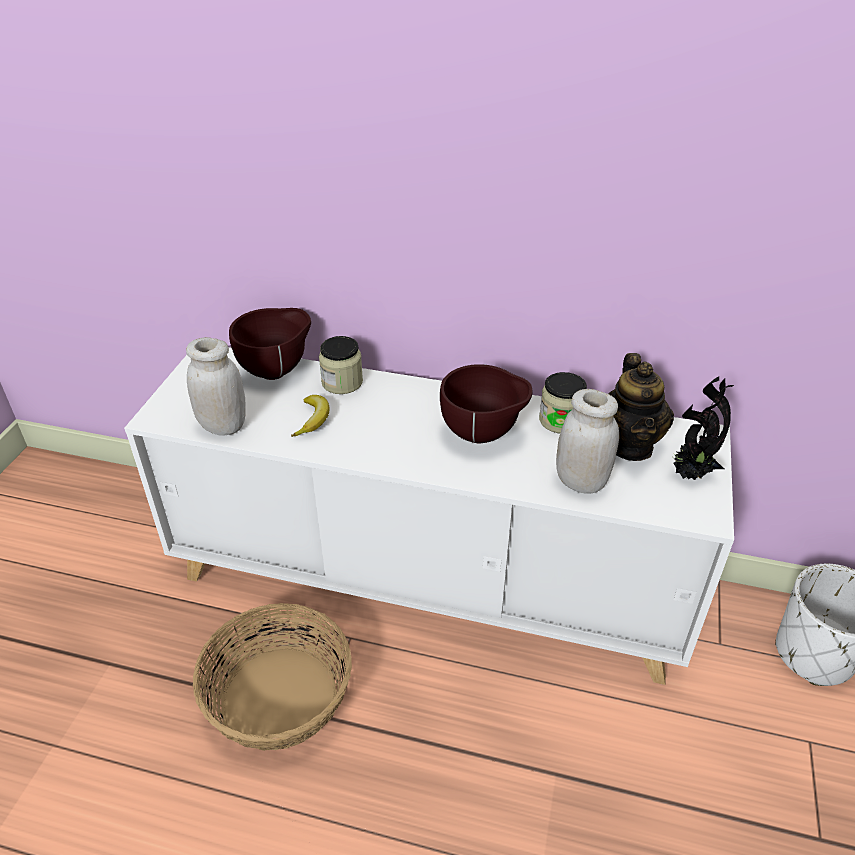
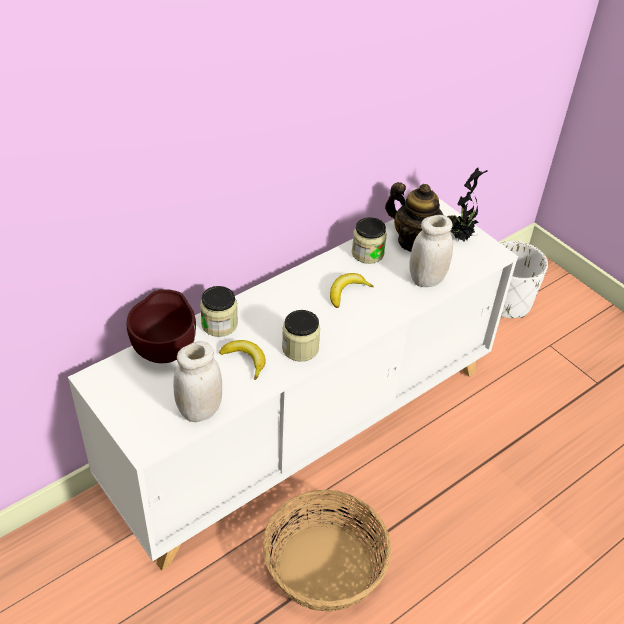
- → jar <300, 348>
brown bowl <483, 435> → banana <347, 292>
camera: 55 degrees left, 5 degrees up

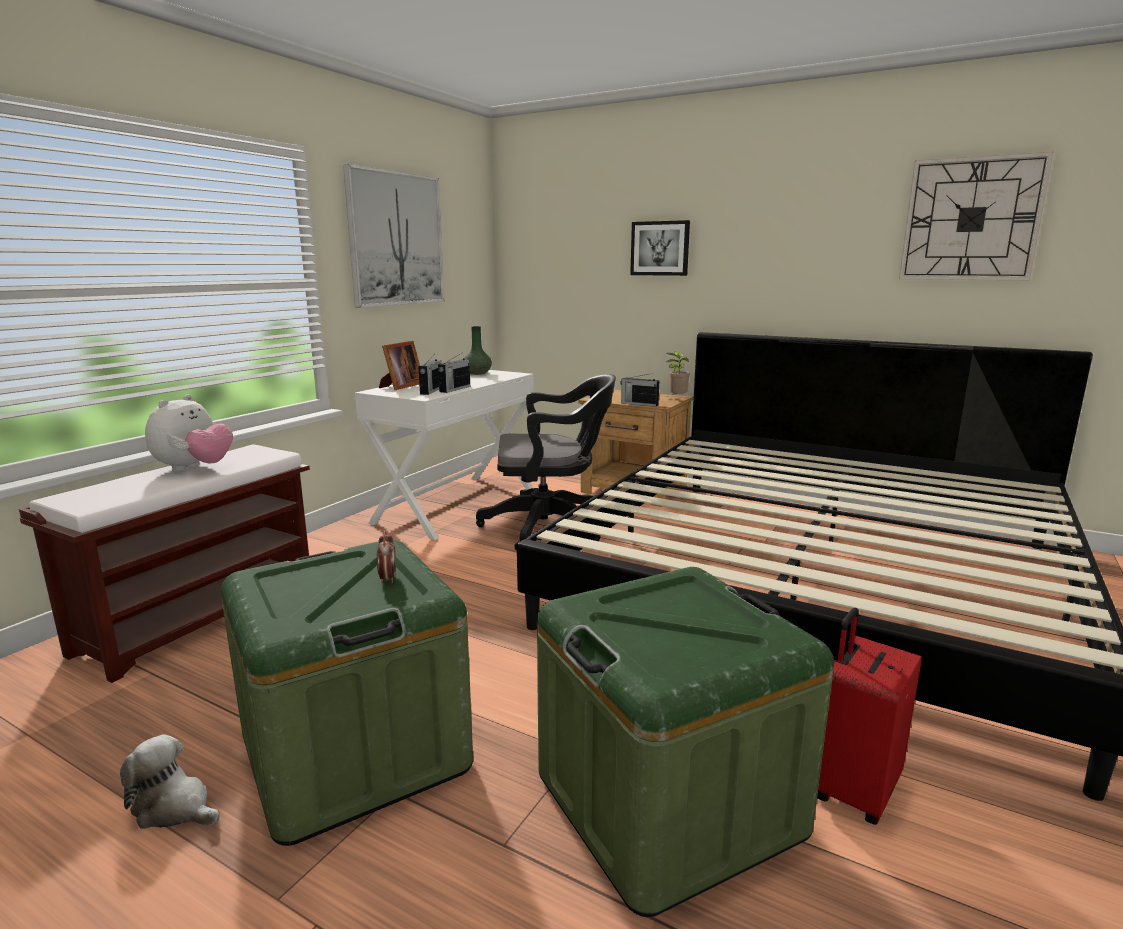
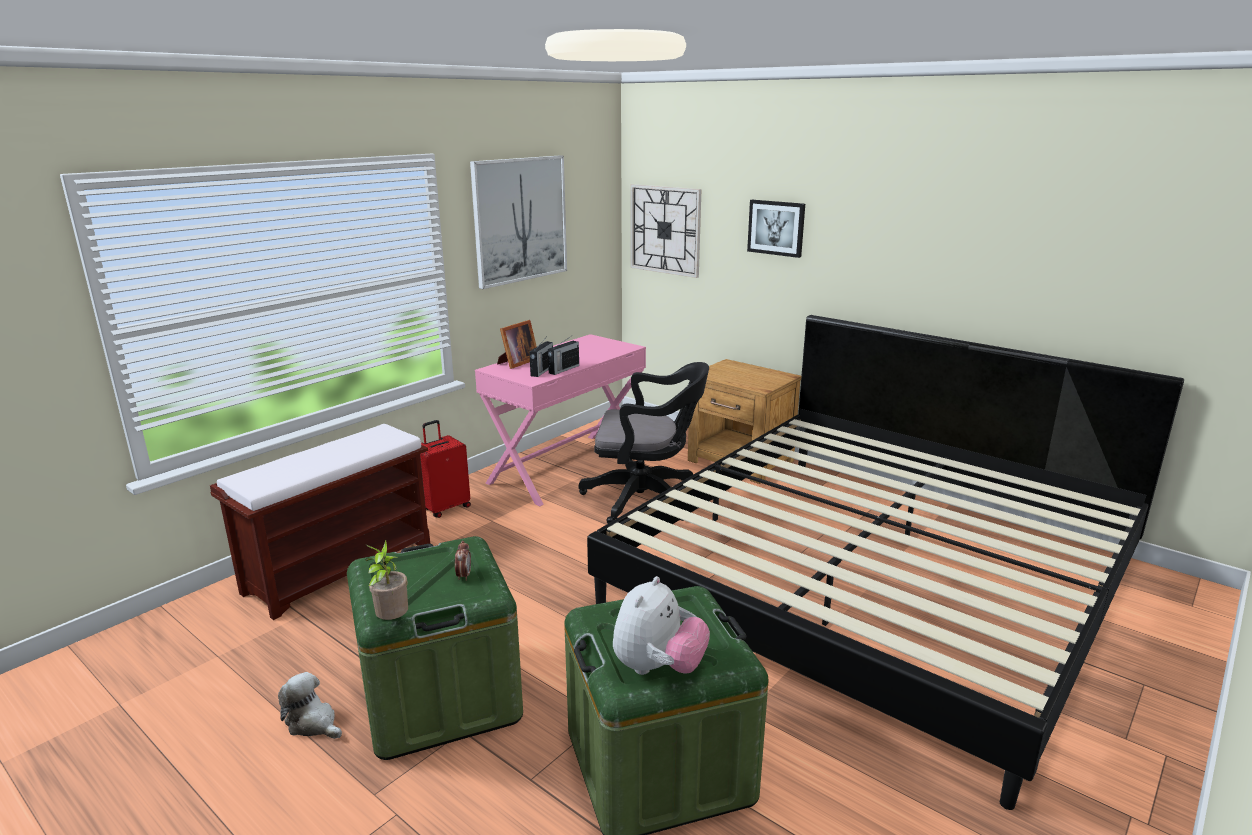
green vase <478, 373> → -
radio <638, 404> → -
plush toy <194, 469> → plush toy <658, 668>, shifted
potted plant <676, 399> → potted plant <391, 621>, shifted
red suitcase <853, 790> → red suitcase <445, 508>, shifted
wall clock <971, 219> → wall clock <665, 230>, shifted
white desk <455, 505> → pink desk <567, 467>
camera: 10 degrees right, 5 degrees up

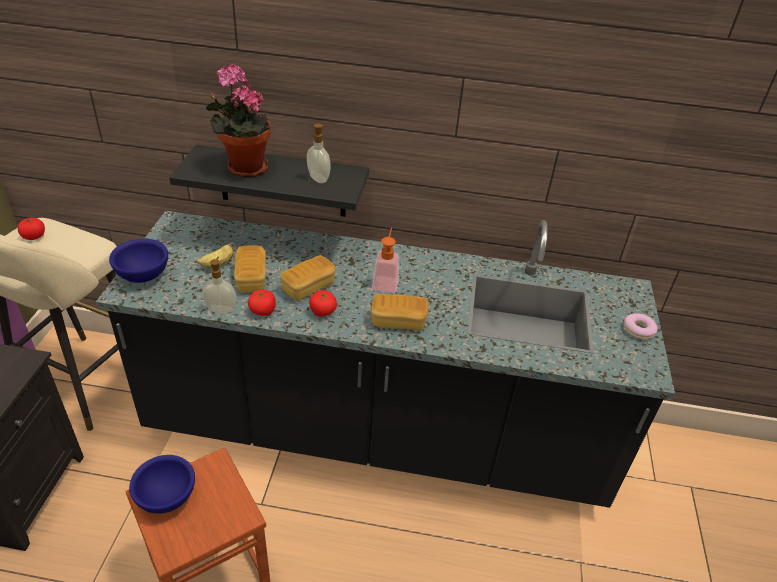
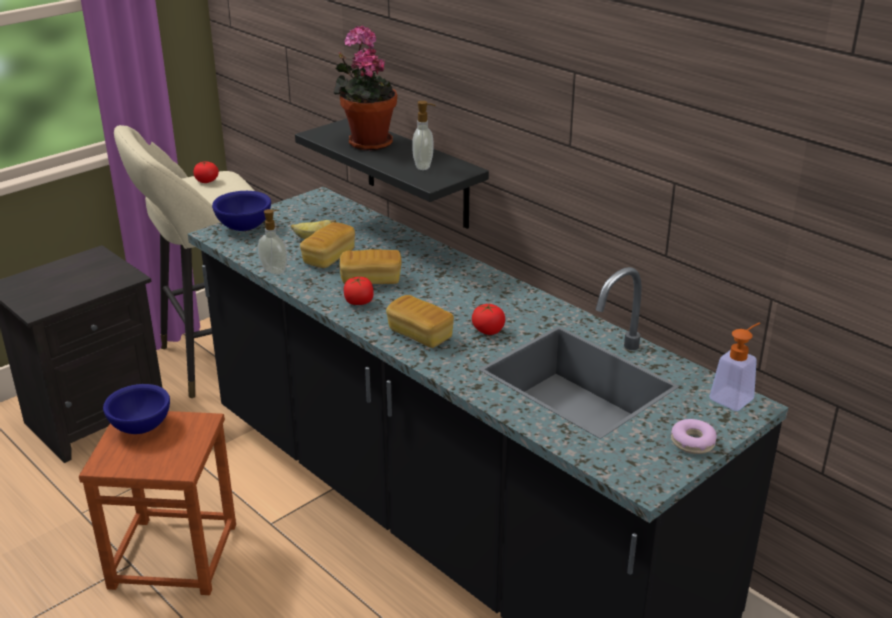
tomato <263, 311> → tomato <488, 330>, shifted
soap dispenser <386, 281> → soap dispenser <735, 396>, shifted
camera: 40 degrees right, 10 degrees down

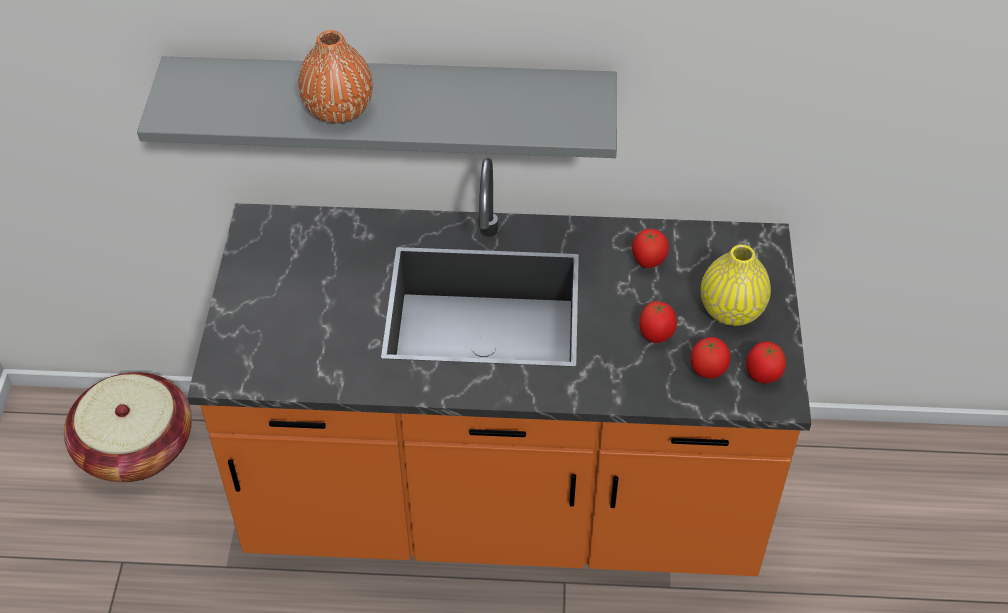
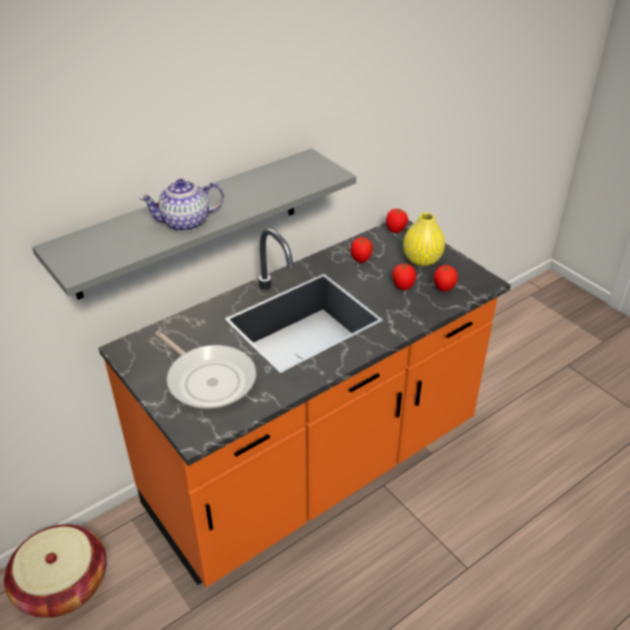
- → frying pan <209, 379>
tomato <762, 376> → tomato <395, 231>, shifted
orange vase <338, 110> → teapot <186, 222>
camera: 40 degrees left, 10 degrees down

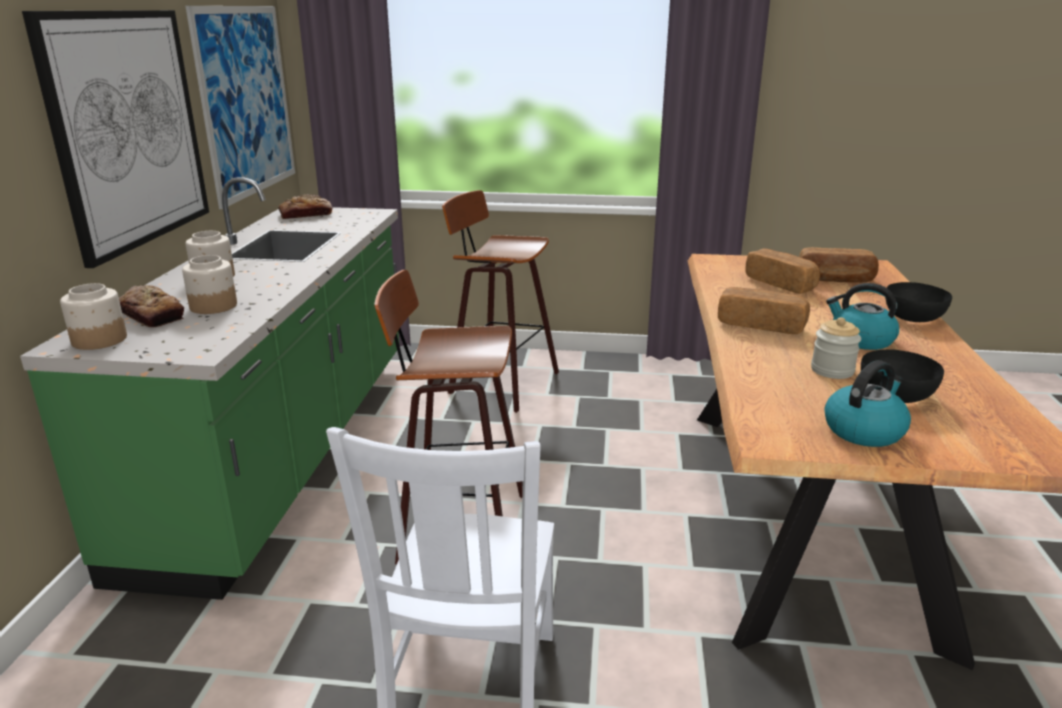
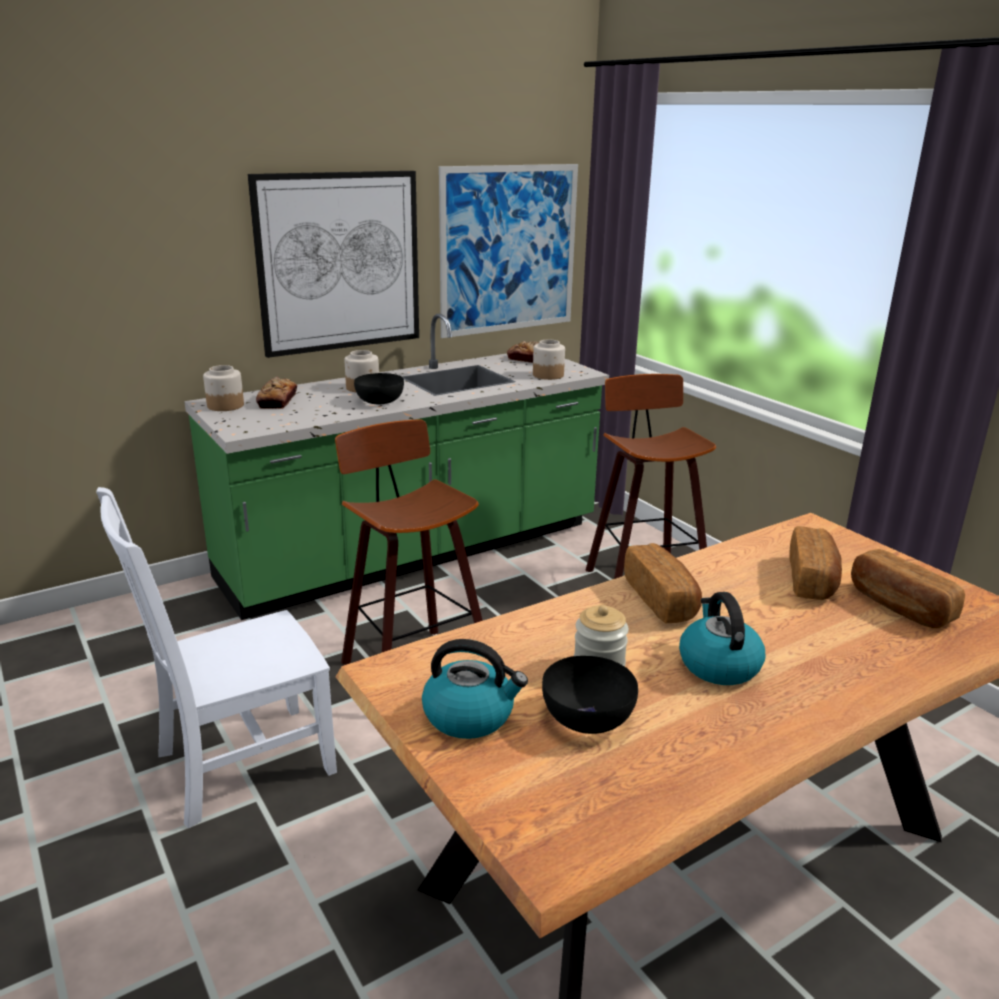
jar <213, 306> → jar <547, 375>, shifted
black bowl <914, 317> → black bowl <380, 401>, shifted
camera: 50 degrees right, 0 degrees up

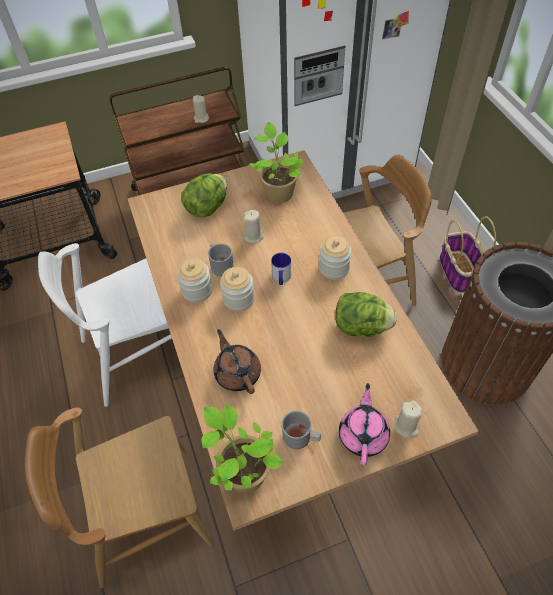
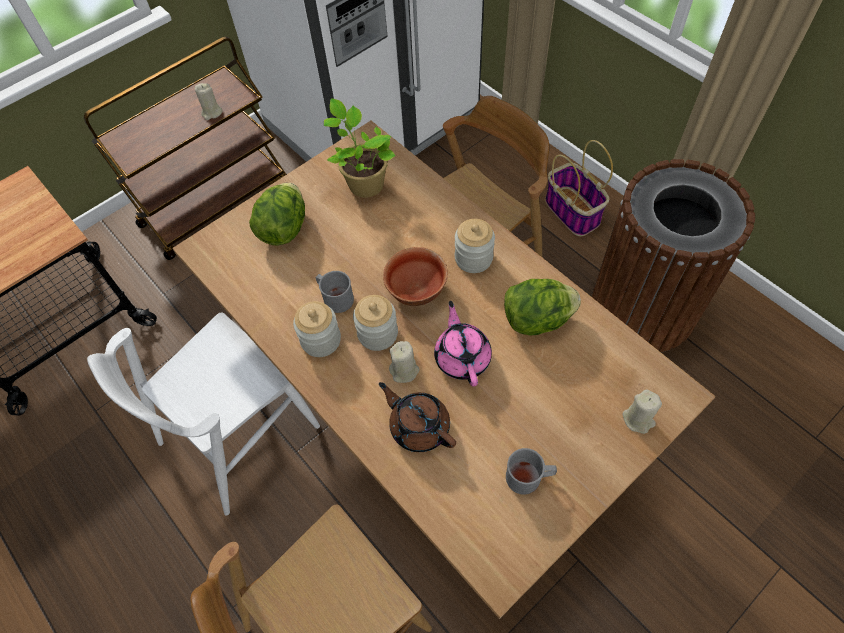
potted plant <243, 472> → -
beige candle <253, 236> → beige candle <404, 370>, shifted
pink teapot <363, 434> → pink teapot <462, 357>, shifted
mug <281, 278> → bowl <417, 291>
camera: 20 degrees left, 5 degrees up

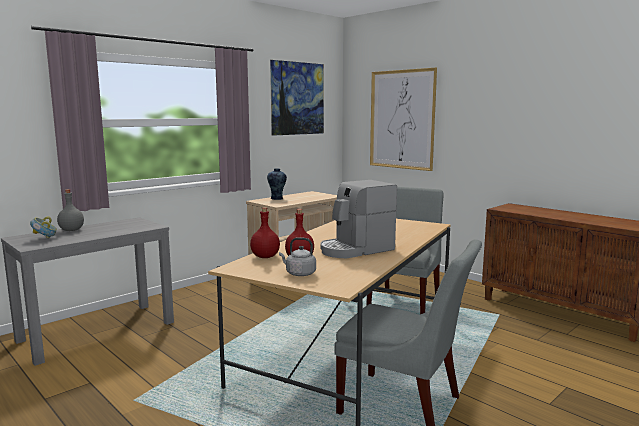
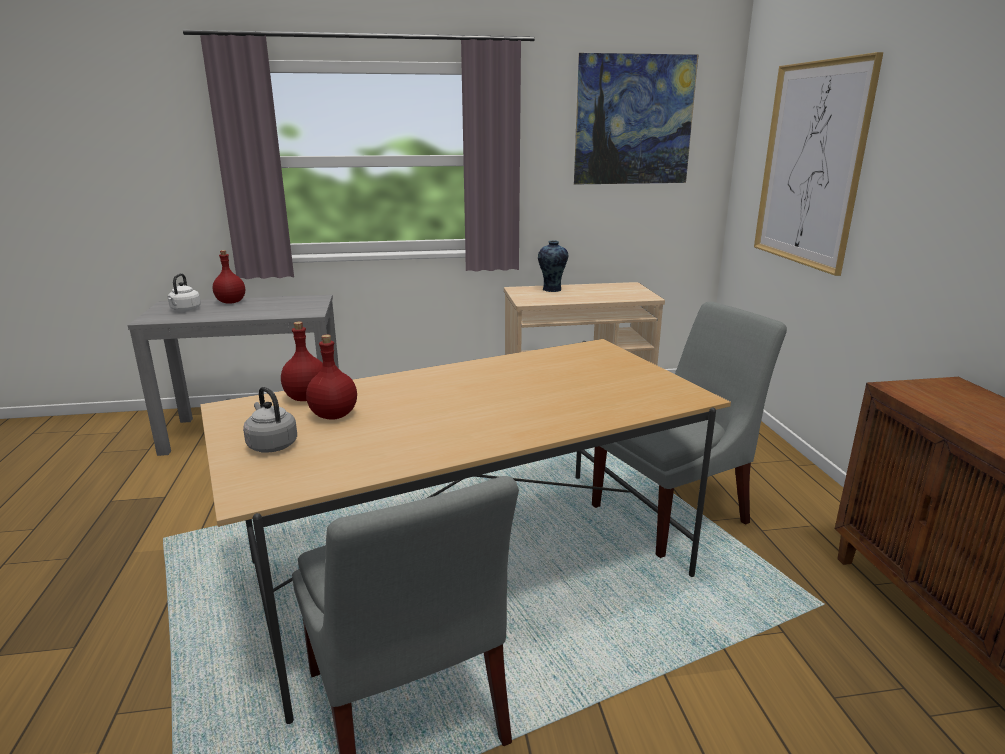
coffee machine <356, 250> → -
bowl <45, 238> → white kettle <185, 310>
grey bottle <71, 230> → red bottle <230, 302>
camera: 35 degrees right, 10 degrees up

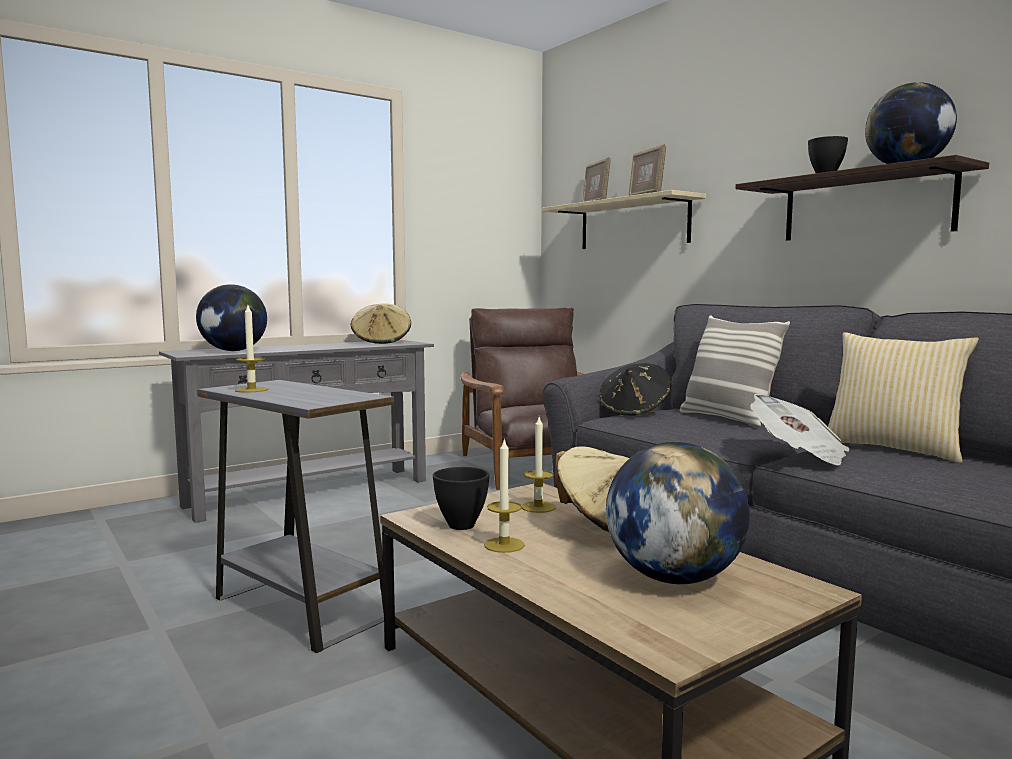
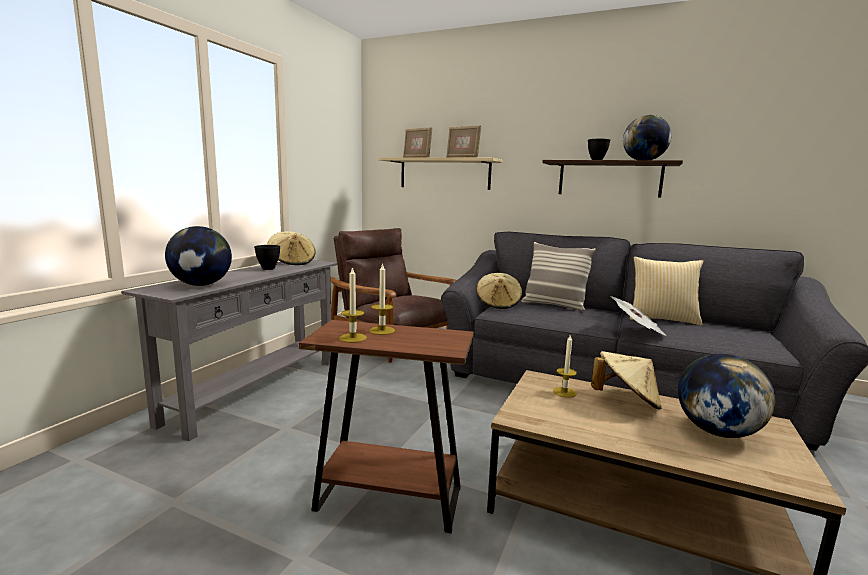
black bowl <462, 525> → black bowl <269, 268>, shifted
candle <504, 545> → candle <382, 330>, shifted
grey side table <300, 609> → brown side table <389, 499>
black hat <634, 411> → beige hat <498, 304>
camera: 30 degrees left, 5 degrees up

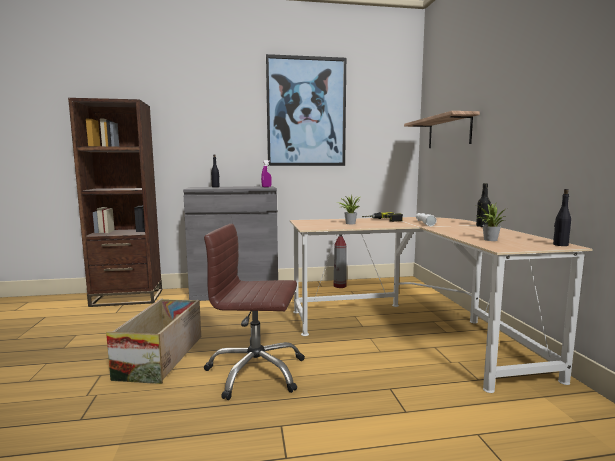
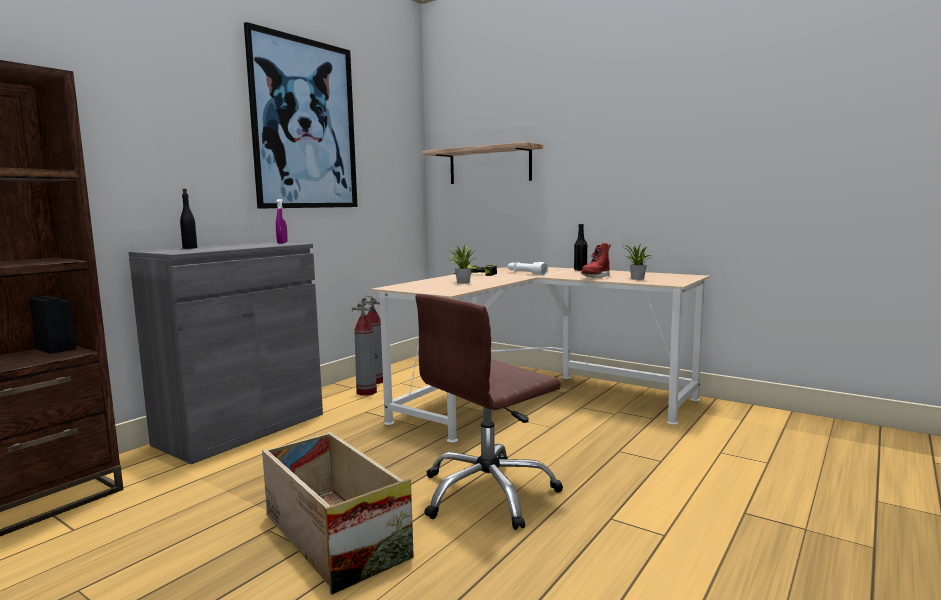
black bottle <560, 245> → -
- → fire extinguisher <366, 392>
- → red boot <595, 277>
camera: 45 degrees left, 0 degrees up

